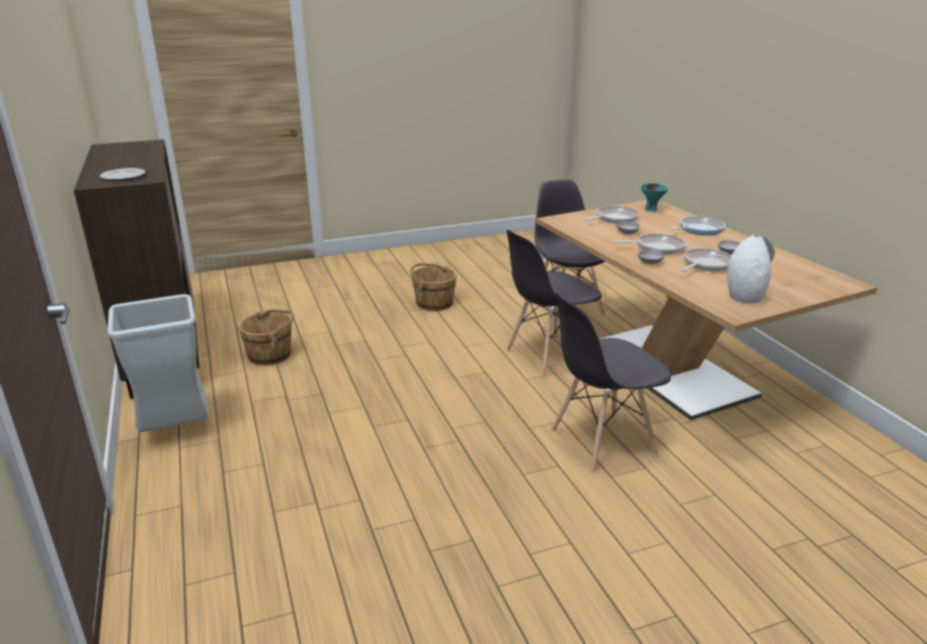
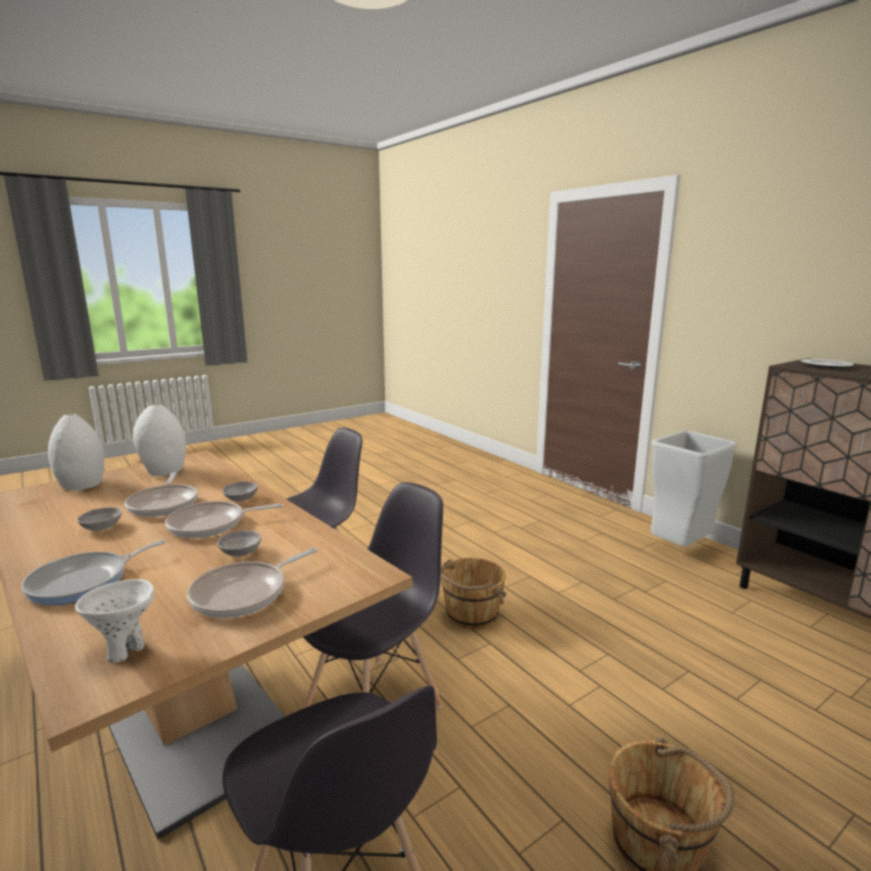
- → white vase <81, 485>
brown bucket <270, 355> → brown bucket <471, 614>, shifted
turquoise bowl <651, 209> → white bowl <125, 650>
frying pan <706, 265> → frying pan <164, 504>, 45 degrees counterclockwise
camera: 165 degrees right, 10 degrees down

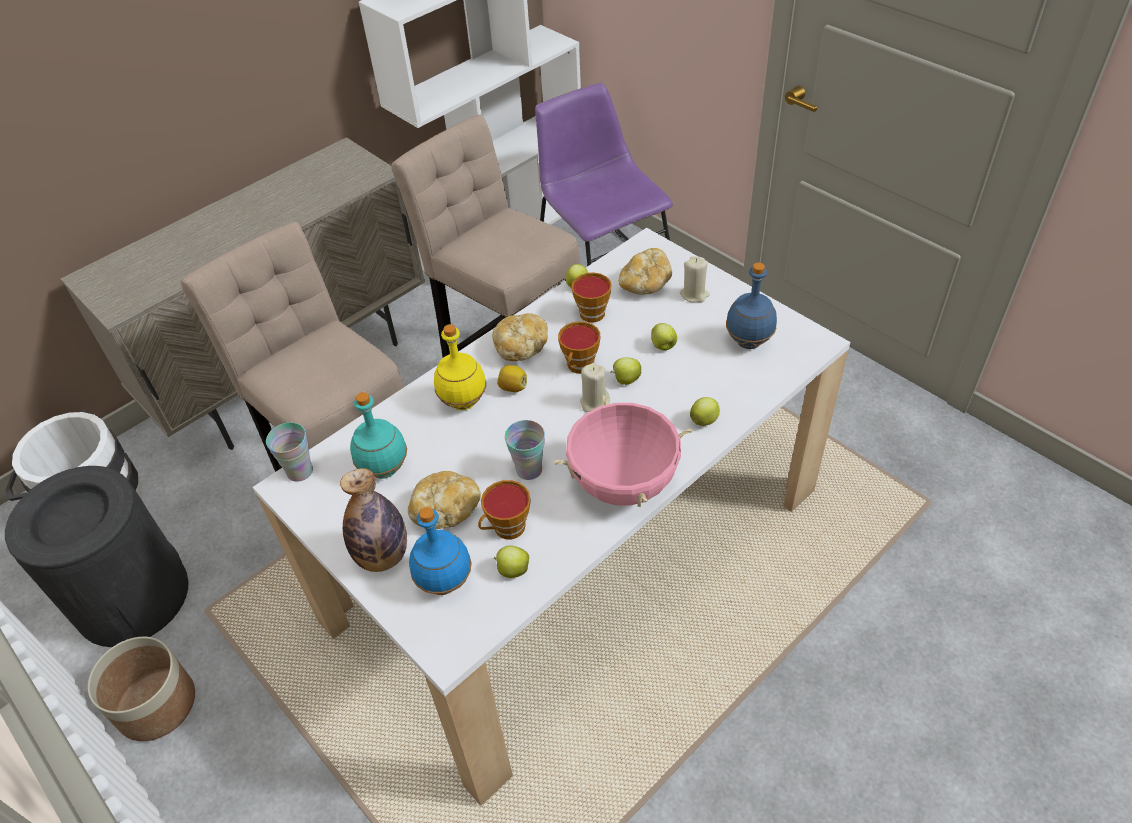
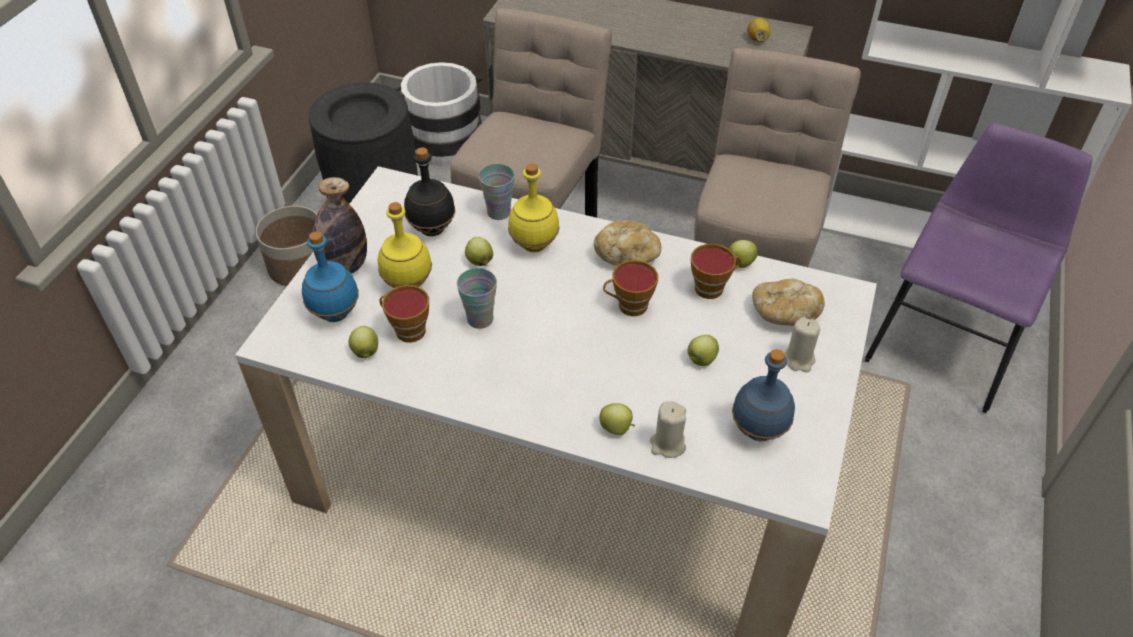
pink cooking pot <624, 483> → -
cup <300, 471> → cup <499, 212>, shifted
lemon <513, 387> → lemon <757, 39>, shifted
beige candle <595, 403> → beige candle <667, 444>, shifted
apple <625, 380> → apple <479, 261>, shifted
bread <446, 510> → yellow bottle <408, 284>
turquoise bottle <385, 470> → black bottle <432, 230>
camera: 60 degrees right, 0 degrees up

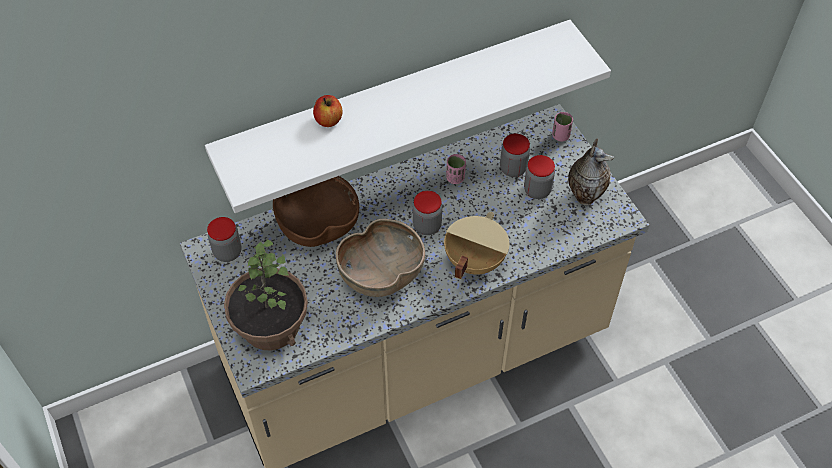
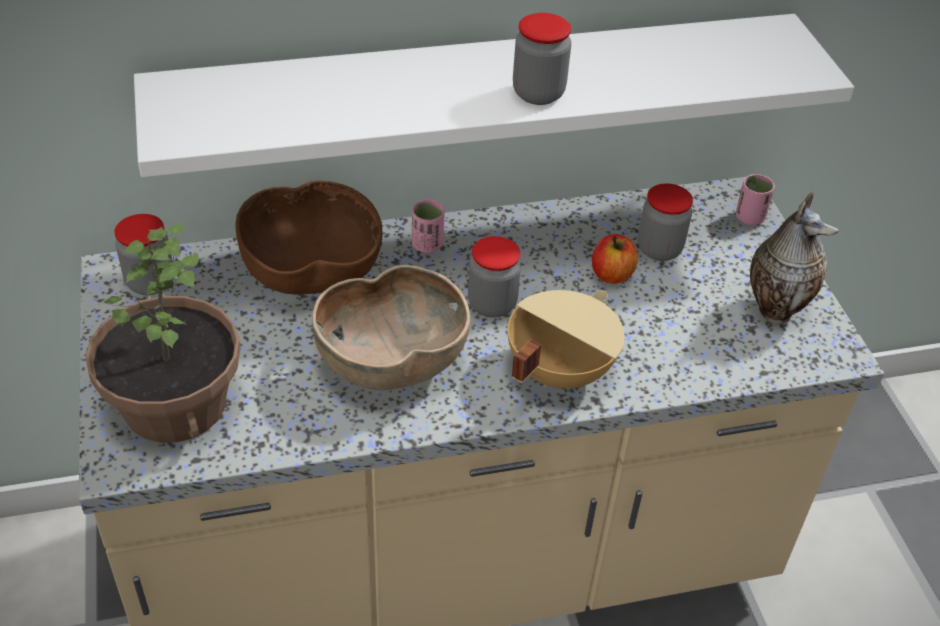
apple <328, 120> → apple <612, 274>, shifted
pink cup <455, 178> → pink cup <427, 244>, shifted
jar <537, 190> → jar <538, 93>, shifted
camera: 10 degrees right, 10 degrees down

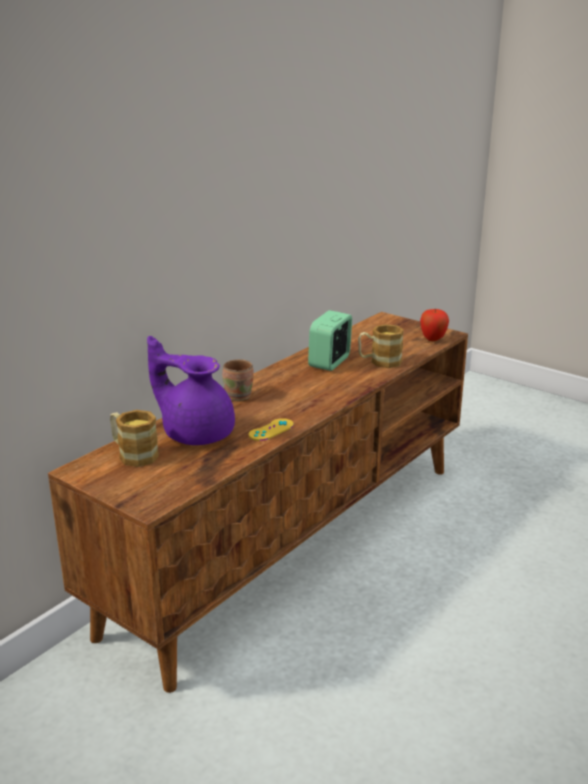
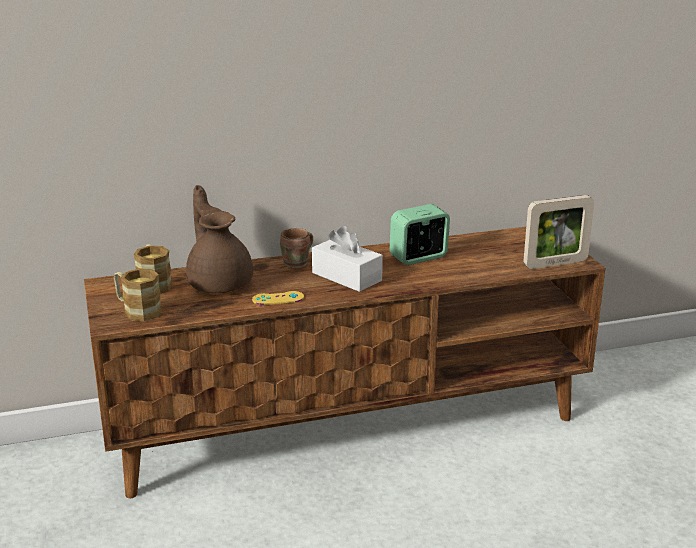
- → white tissue box <346, 277>
mug <379, 362> → mug <137, 310>, shifted
apple <433, 339> → picture frame <555, 263>
purple teapot <196, 433> → brown teapot <220, 282>
camera: 35 degrees right, 0 degrees up

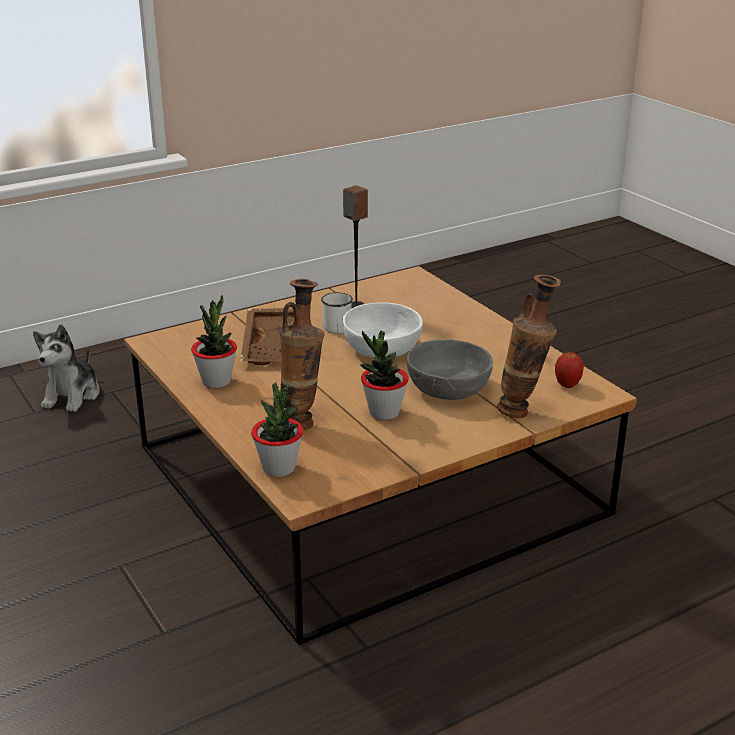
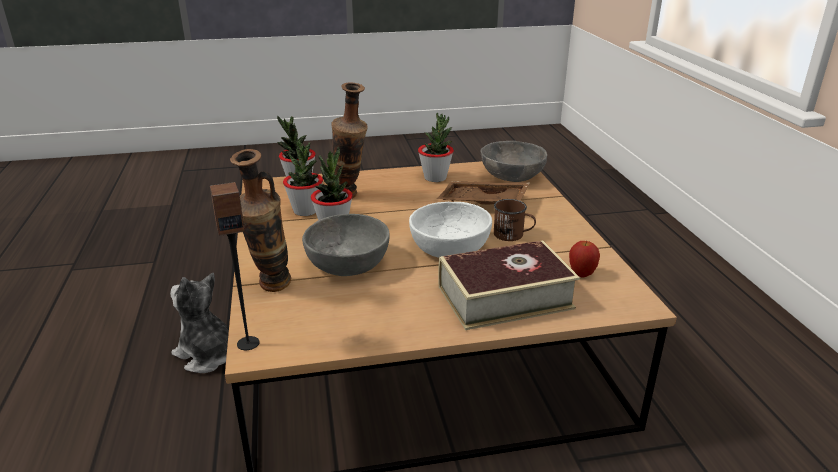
- → potted plant <305, 211>
- → book <504, 297>
- → grey bowl <511, 176>
plush toy <72, 396> → plush toy <208, 355>, shifted
speaker <356, 305> → speaker <248, 343>, shifted
apple <567, 385> → apple <581, 274>, shifted
white mug <337, 325> → brown mug <513, 235>
camera: 110 degrees right, 0 degrees up

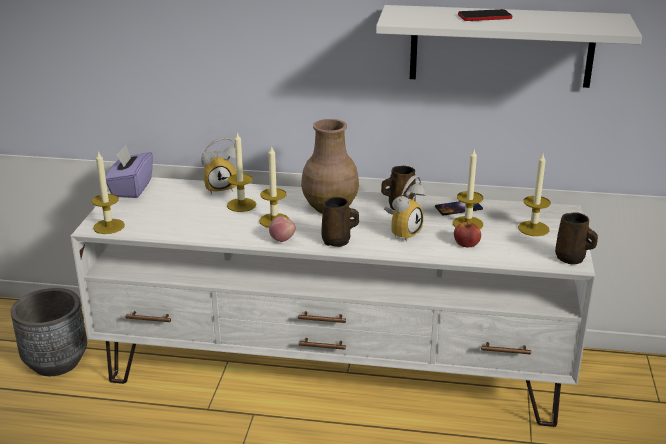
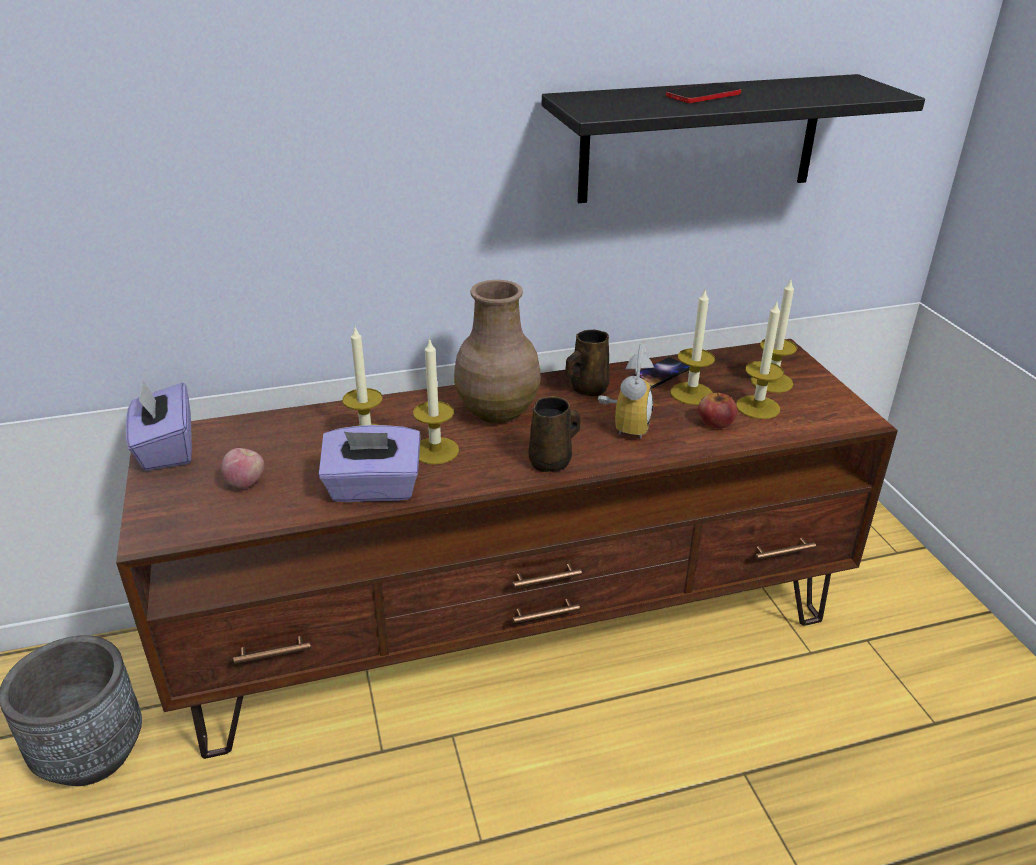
alarm clock <222, 187> → -
brown mug <571, 259> → -
- → purple tissue box <373, 489>
candle <109, 226> → candle <757, 407>, shifted
apple <282, 239> → apple <246, 483>, shifted
white tv stand <335, 369> → brown tv stand <518, 627>
white shelf <501, 46> → black shelf <700, 139>
camera: 25 degrees left, 5 degrees up

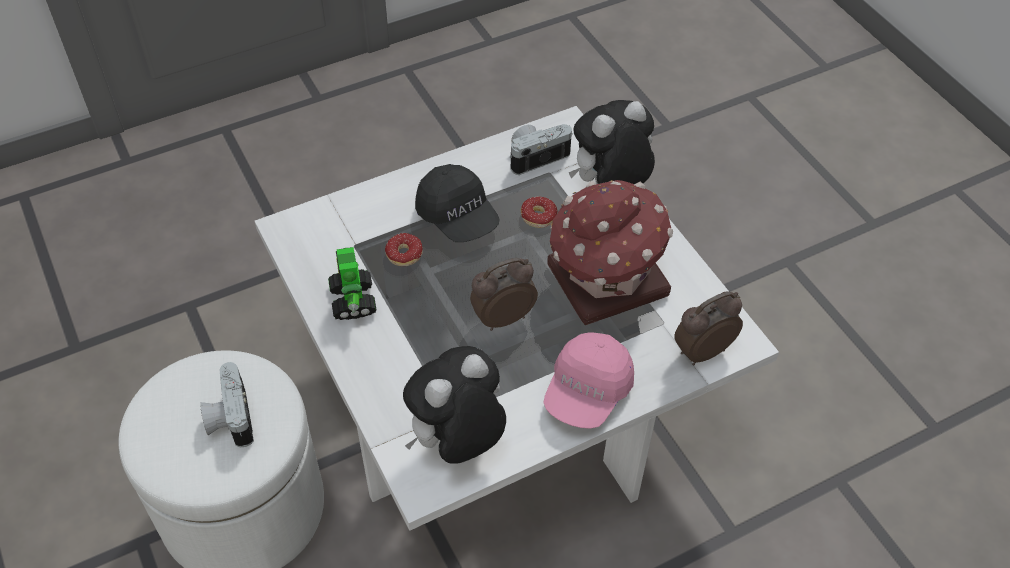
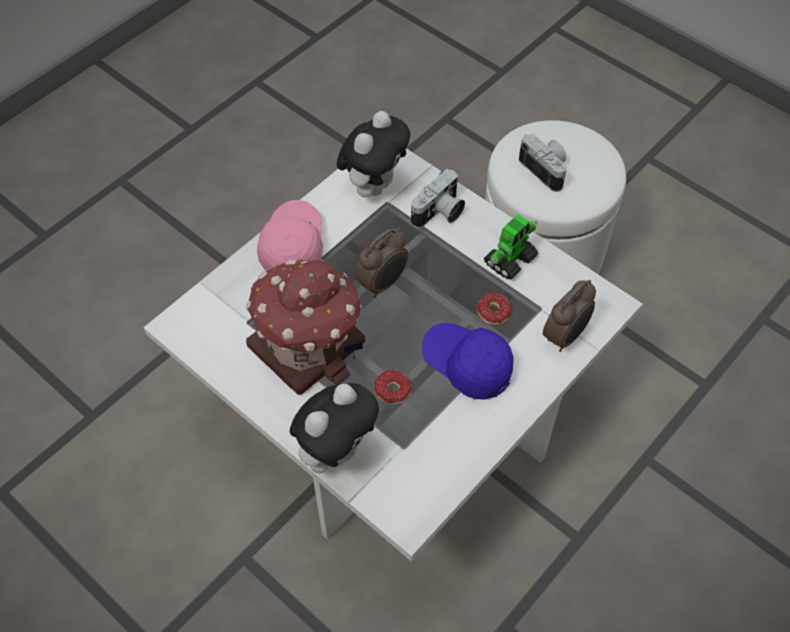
photo camera <536, 156> → photo camera <439, 213>, shifted
alarm clock <701, 351> → alarm clock <565, 336>, shifted
black cap <458, 217> → blue cap <467, 365>
toy robot <353, 300> → toy robot <510, 260>, 75 degrees clockwise
camera: 160 degrees right, 5 degrees up

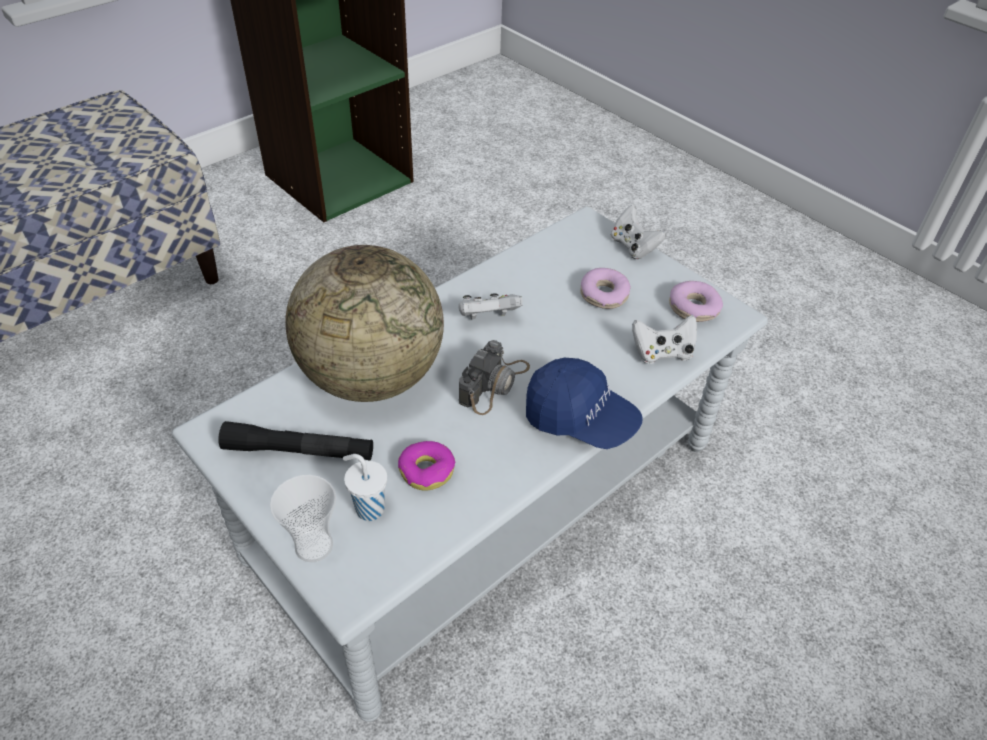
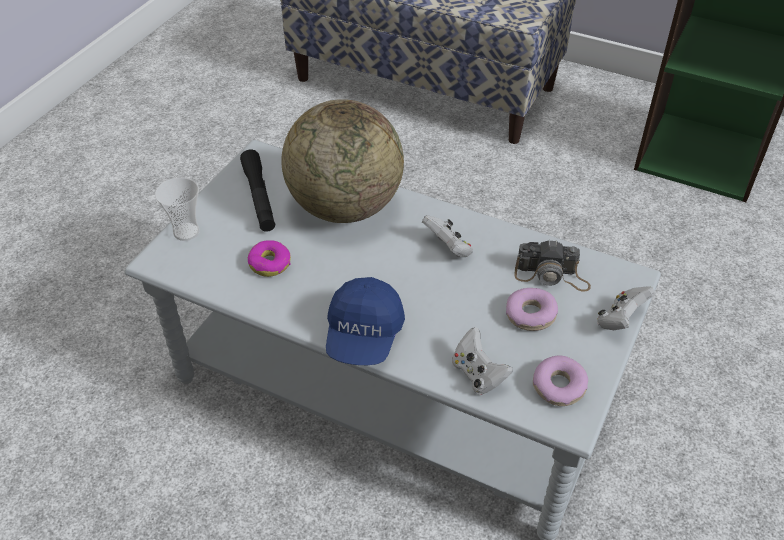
white cup <368, 508> → -
photo camera <494, 384> → photo camera <552, 276>, shifted
camera: 70 degrees right, 0 degrees up

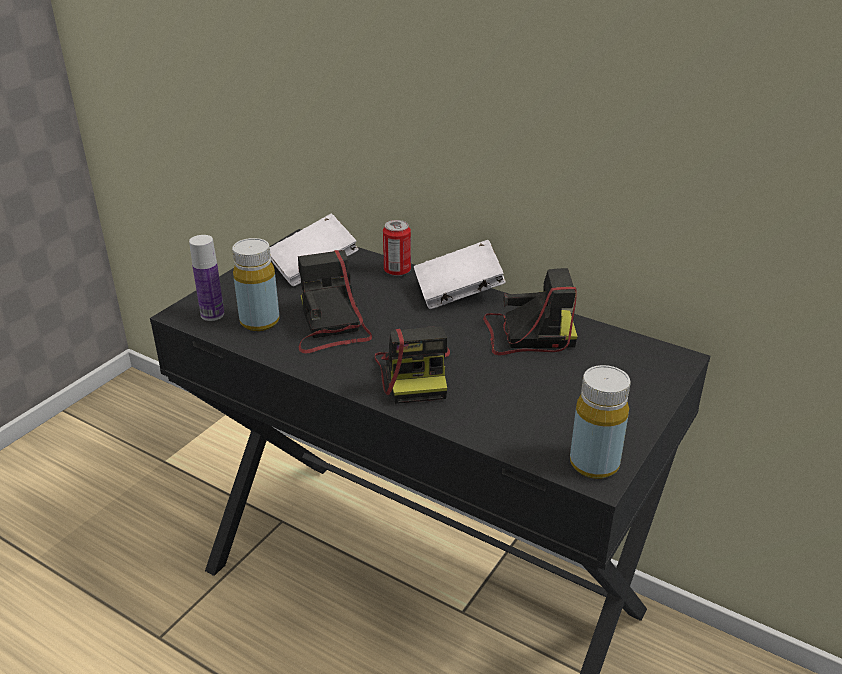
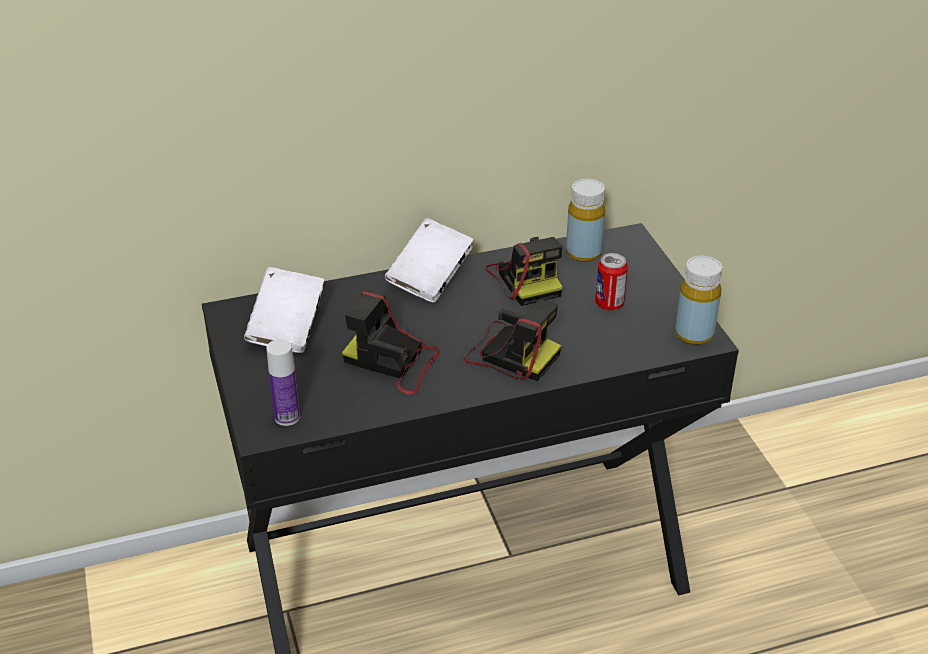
yellow bottle <259, 321> → yellow bottle <583, 253>, shifted
can <397, 271> → can <609, 304>, shifted
photo camera <526, 335> → photo camera <526, 279>, 120 degrees clockwise
camera: 50 degrees left, 5 degrees up

